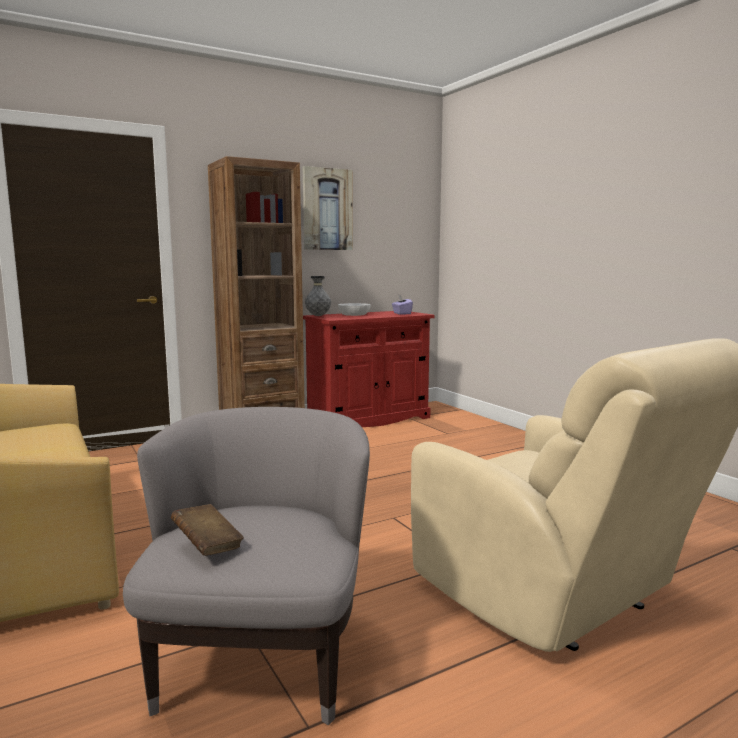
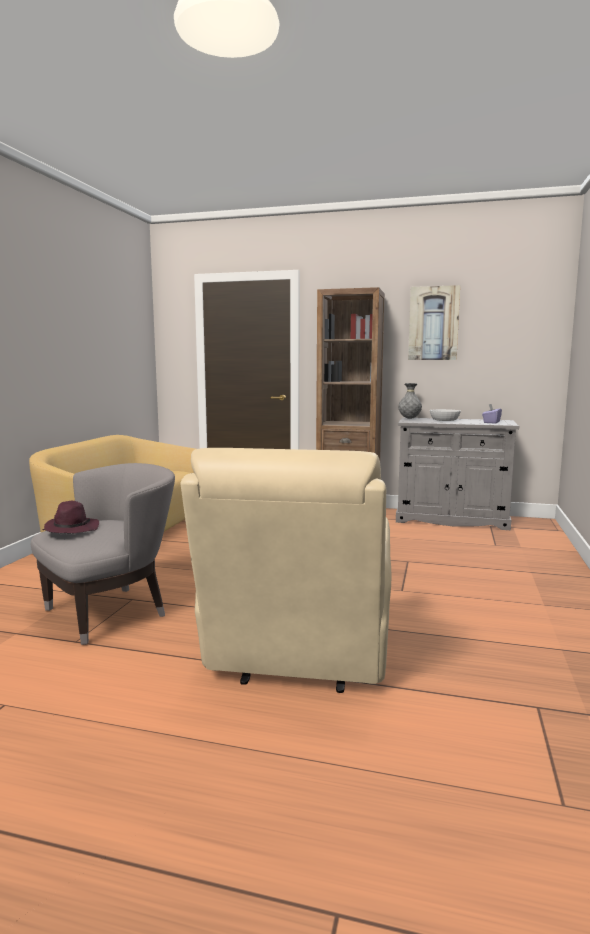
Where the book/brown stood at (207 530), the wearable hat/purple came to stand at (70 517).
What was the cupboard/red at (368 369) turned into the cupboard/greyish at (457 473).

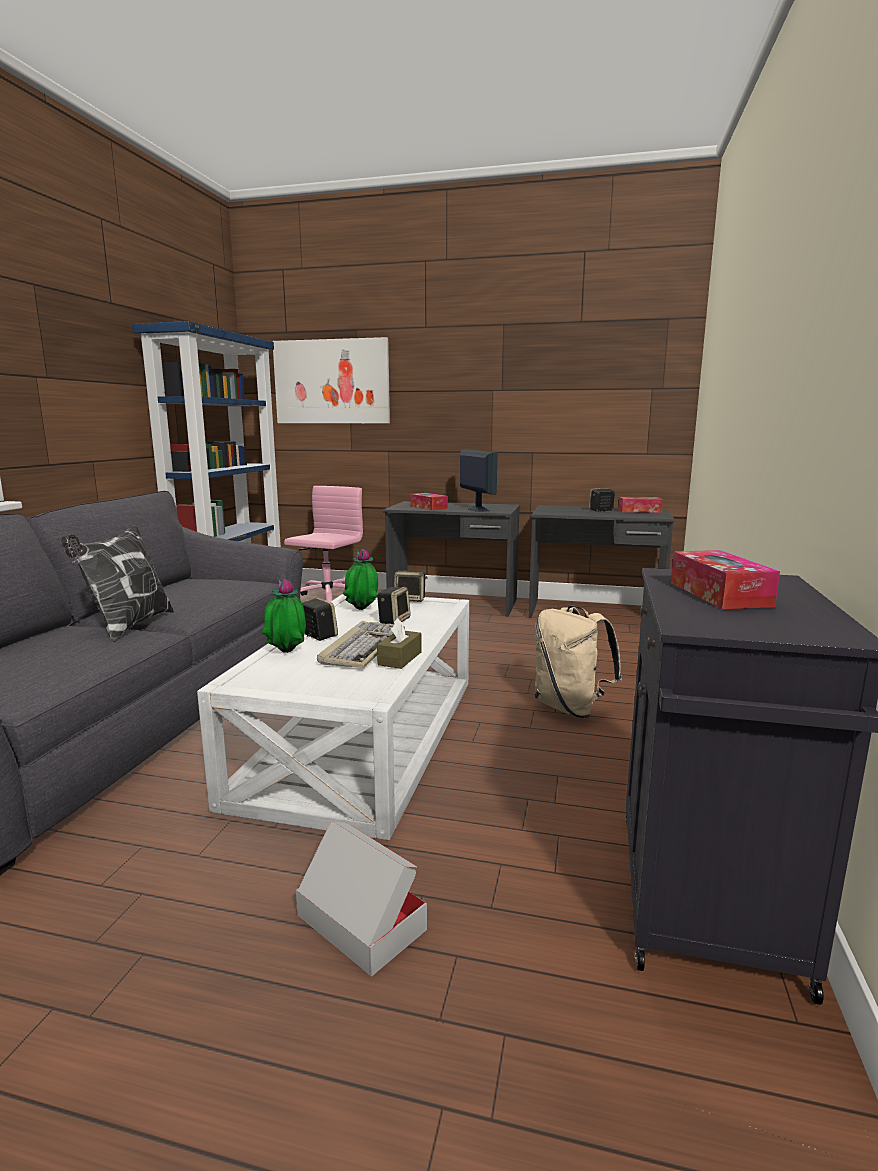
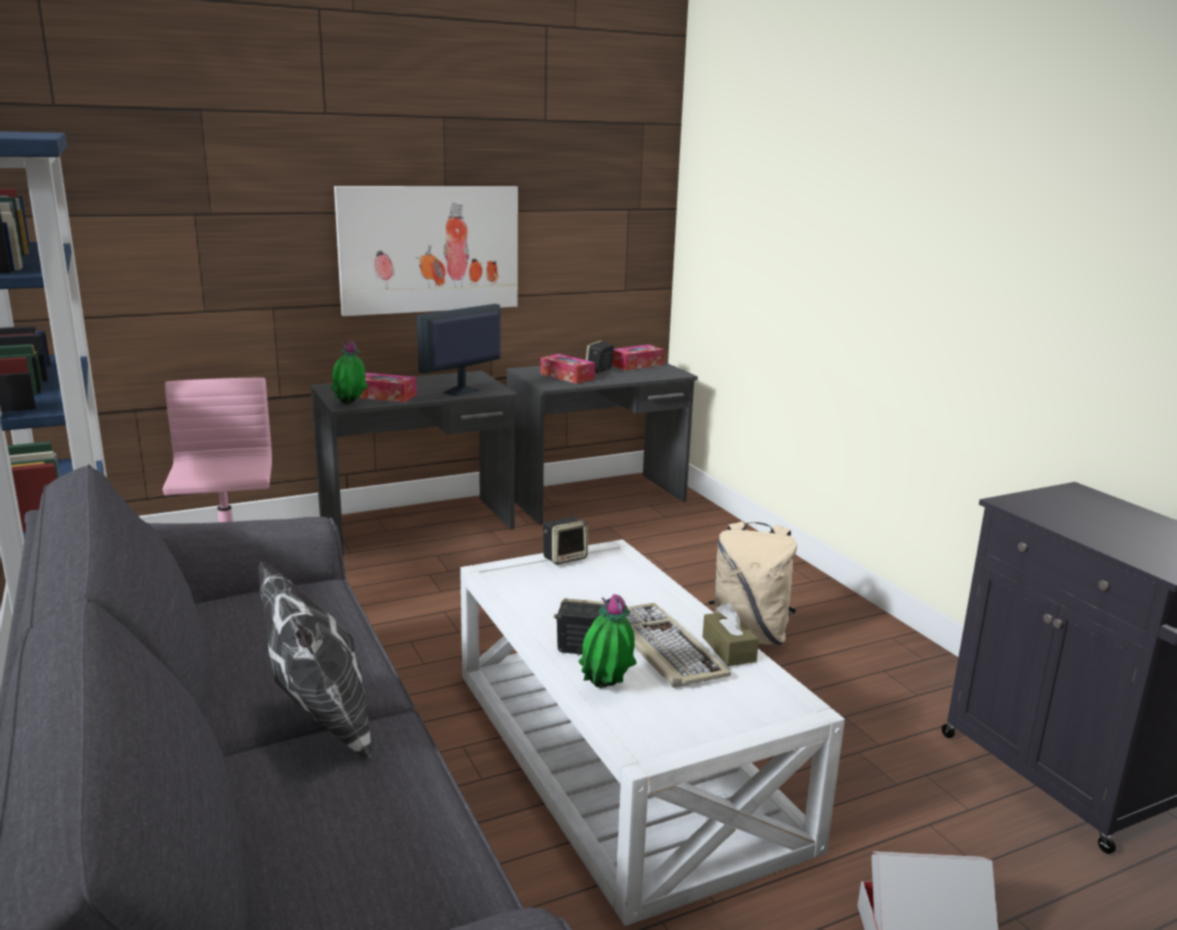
The second view lost the audio speaker at (394 605).
The wall picture ended up elsewhere, having gone from (331 380) to (426 251).
The plant in a pot ended up elsewhere, having gone from (360 579) to (349 372).
The box of tissues ended up elsewhere, having gone from (725 579) to (568 369).
The computer display at (479 480) ended up facing another way, 75 degrees counterclockwise from before.

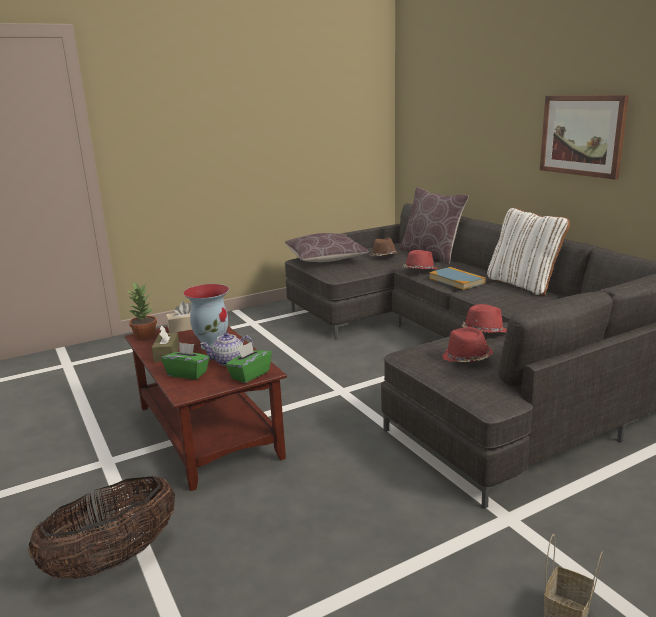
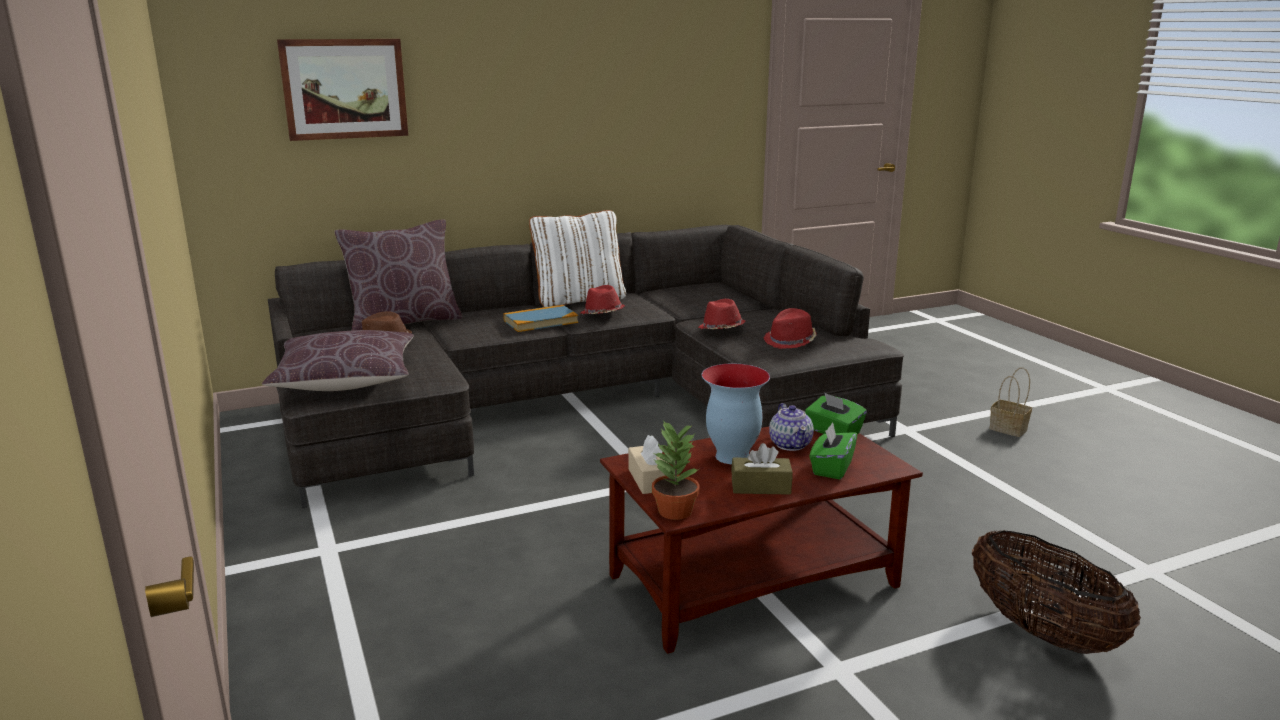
The wearable hat/red ended up elsewhere, having gone from (420 259) to (602 299).
The wall picture ended up elsewhere, having gone from (584 137) to (342 90).

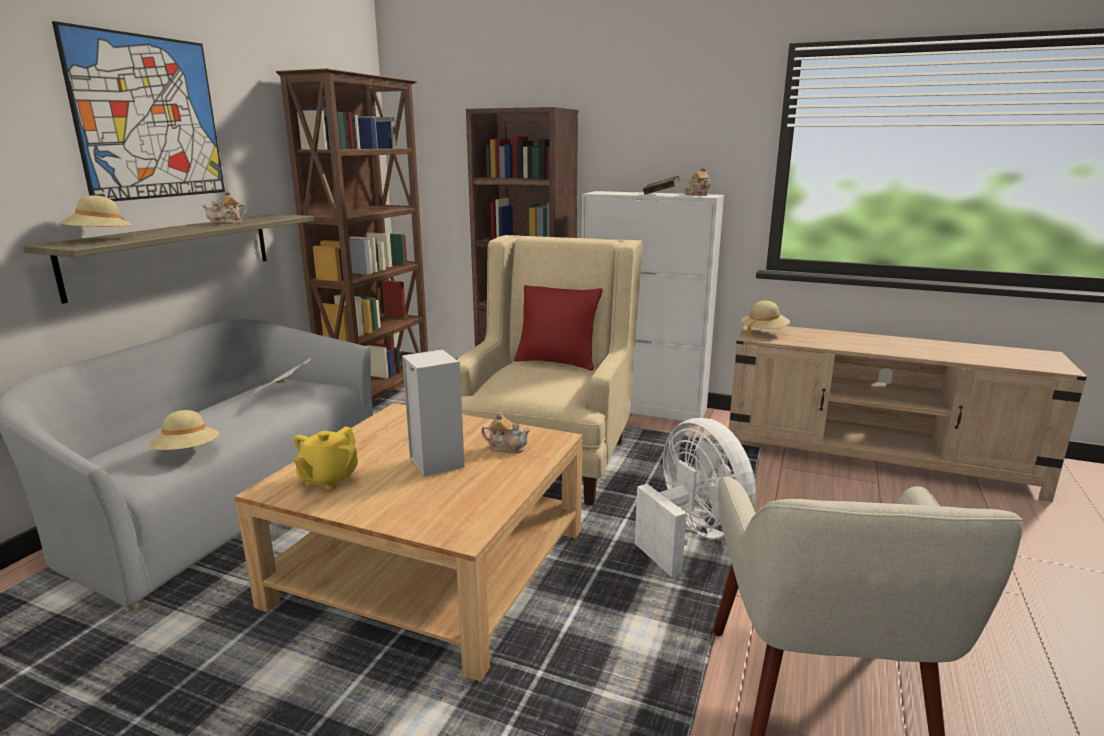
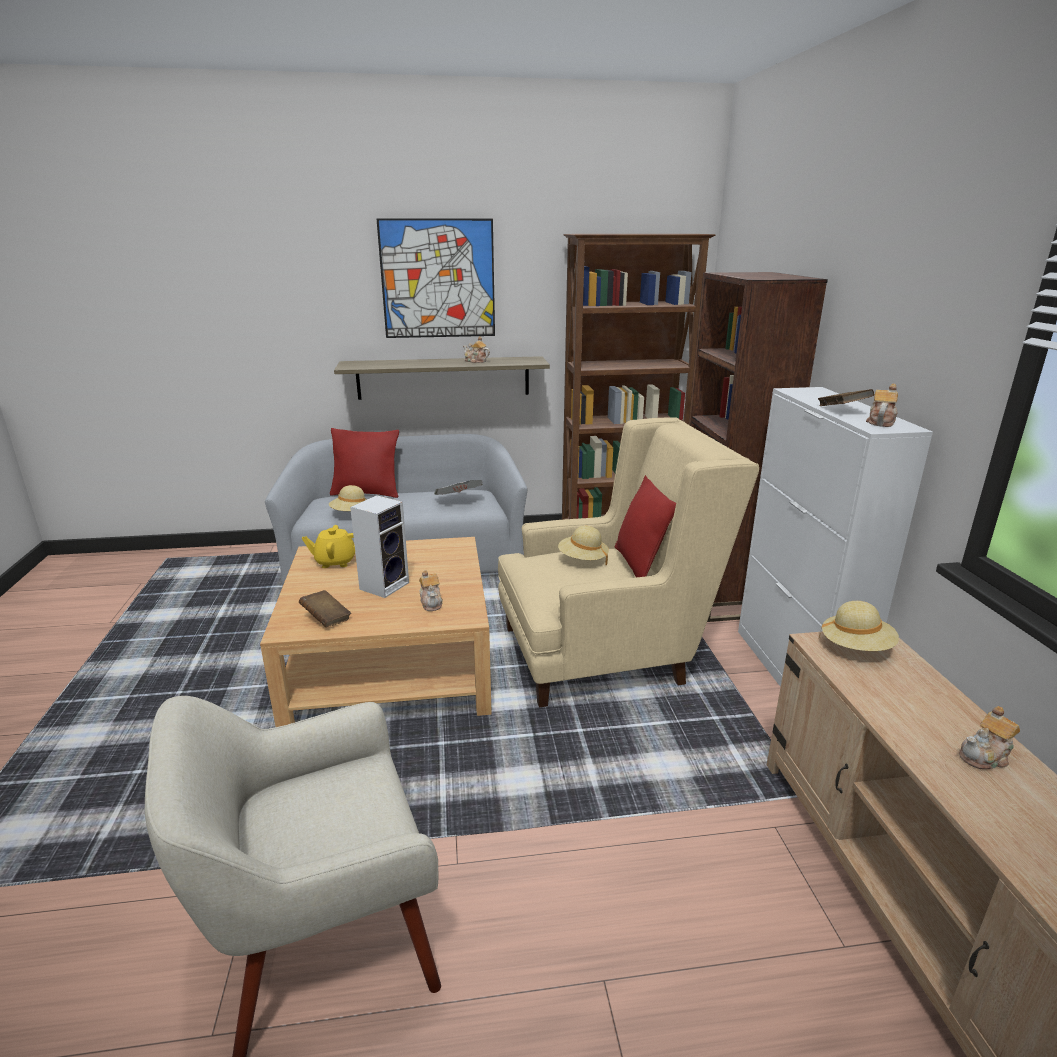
The second view lost the cooling fan/whitish at (695 497).
The second view gained the book/brown at (325 608).
The second view gained the throw pillow/red at (364 463).
The second view gained the teapot at (989 737).
The wearable hat/beige-coloured ended up elsewhere, having gone from (97 215) to (583 545).

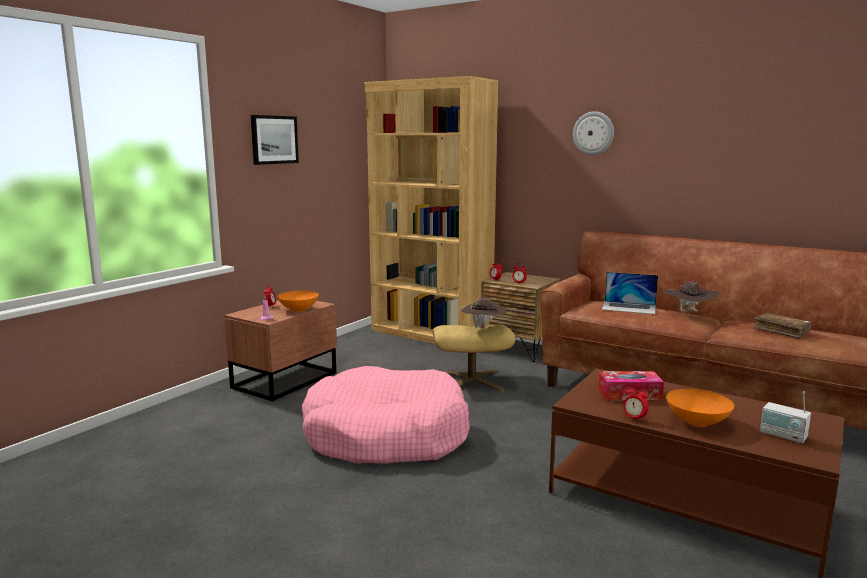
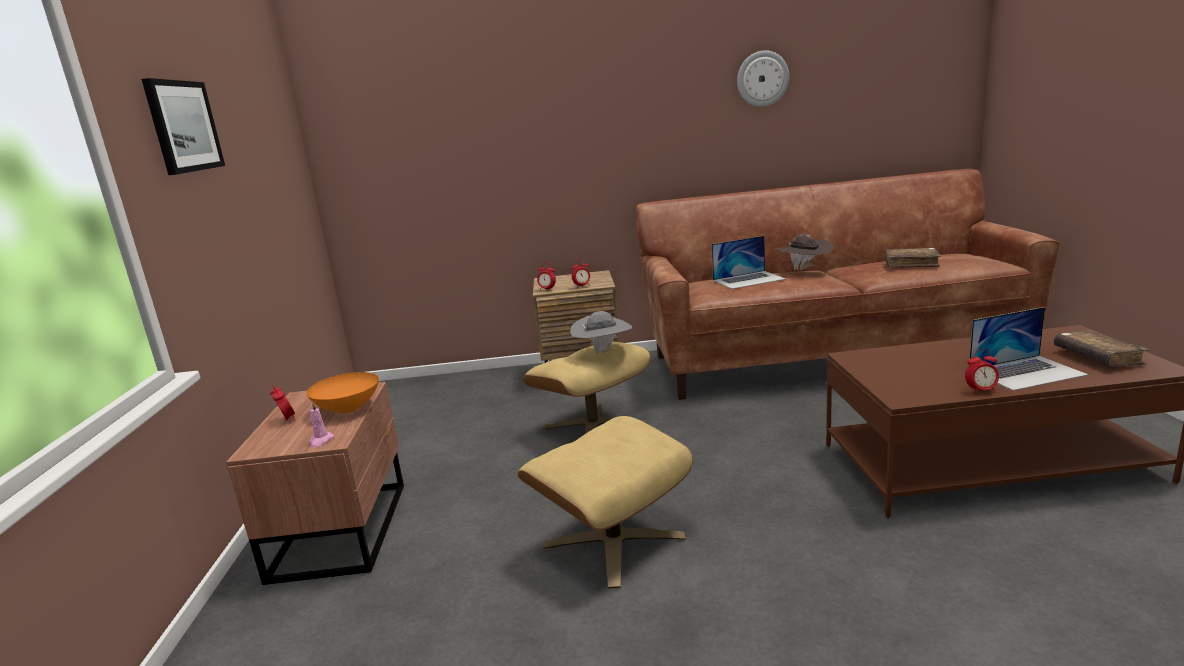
The second view lost the shelving unit/brown at (431 210).
The second view lost the box of tissues at (631 386).
The clock on the wall ended up elsewhere, having gone from (593 133) to (763 78).
Where the dog bed/pinkish stood at (386 415), the footrest/beige-coloured came to stand at (605 502).
Where the deep dish/orangey stood at (700 408), the portable computer came to stand at (1028 349).
Where the radio receiver stood at (785 418), the book/brown came to stand at (1101 348).
What was the wearable hat/brown at (483 313) turned into the wearable hat/greyish at (601 333).

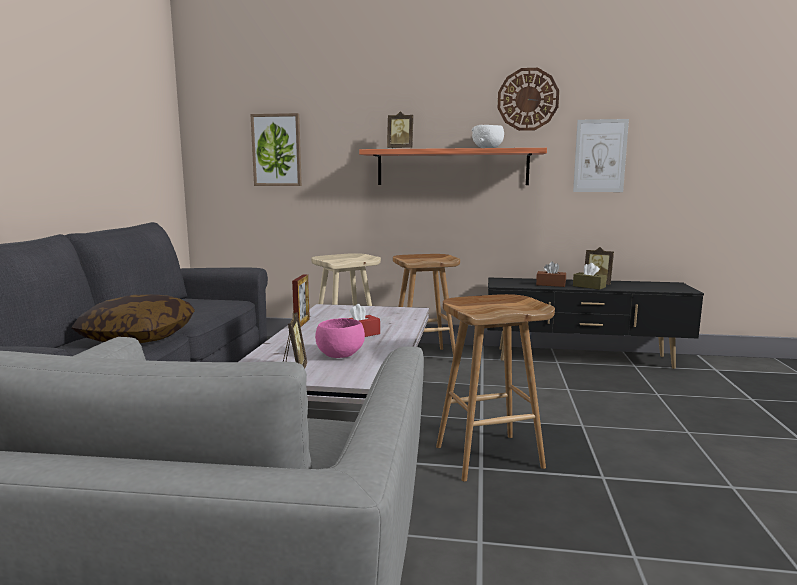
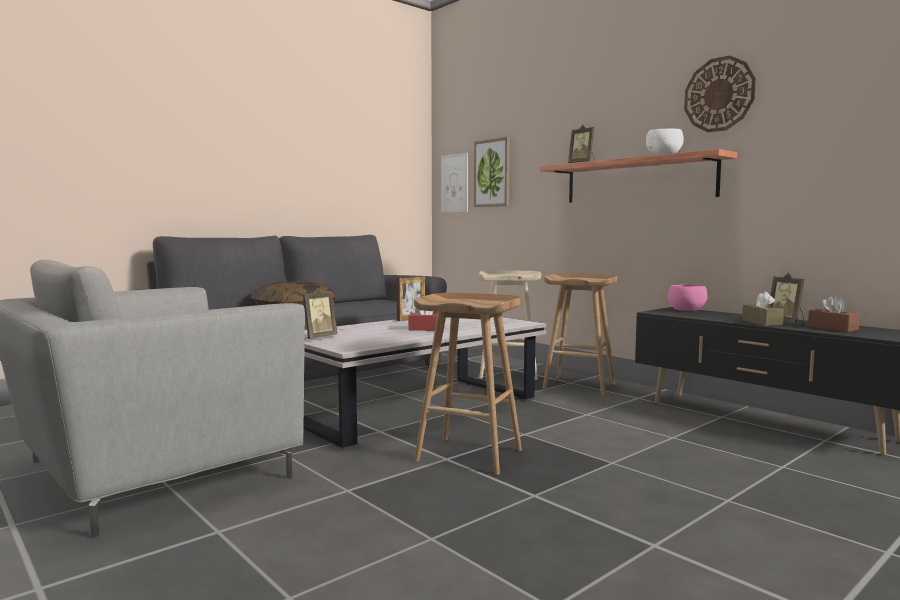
The deep dish/pinkish ended up elsewhere, having gone from (340 338) to (687 297).
The box of tissues/brown ended up elsewhere, having gone from (551 274) to (834 313).
The wall picture ended up elsewhere, having gone from (601 155) to (454 182).

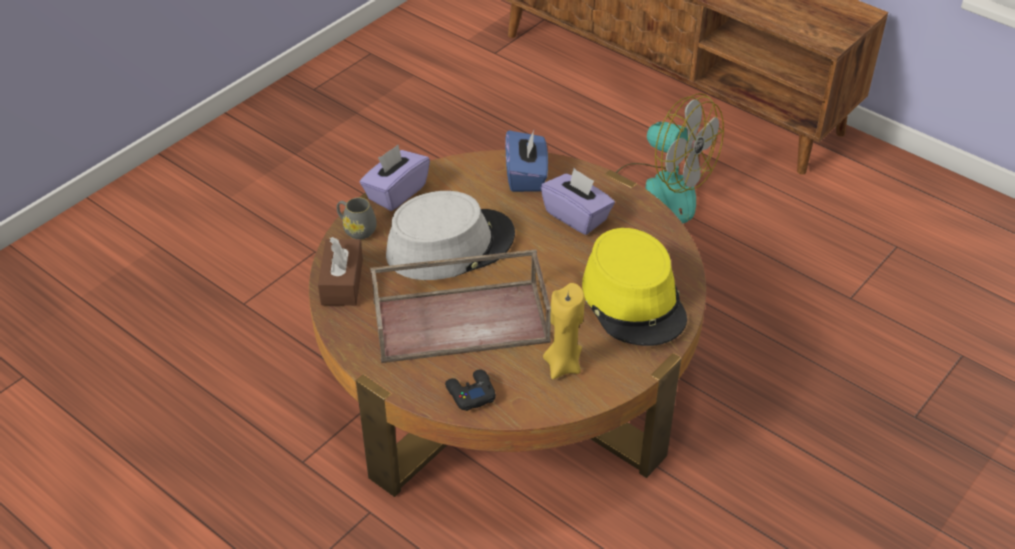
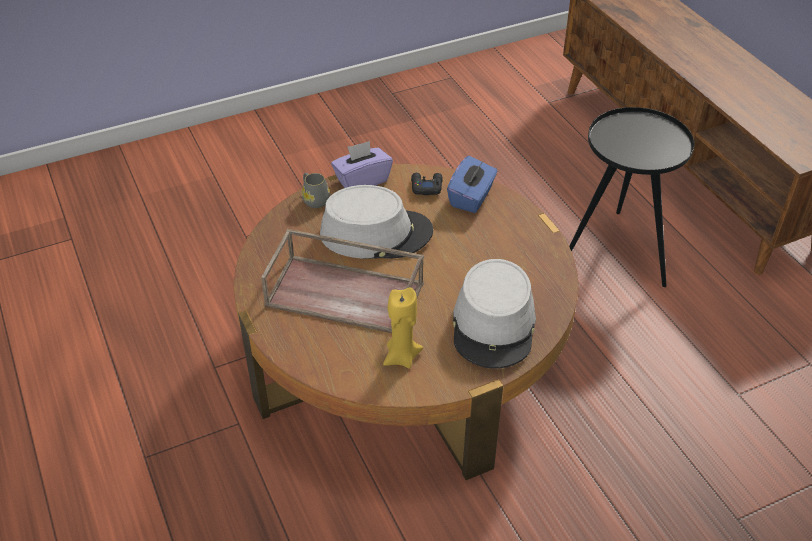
The second view lost the box of tissues/brown at (340 271).
The second view lost the box of tissues/purple at (578 201).
The game controller/black ended up elsewhere, having gone from (470 390) to (427 184).
Where the cooling fan stood at (669 158), the end table/black came to stand at (631 197).
What was the wearable hat/yellowish at (634 287) turned into the wearable hat/greyish at (494 313).

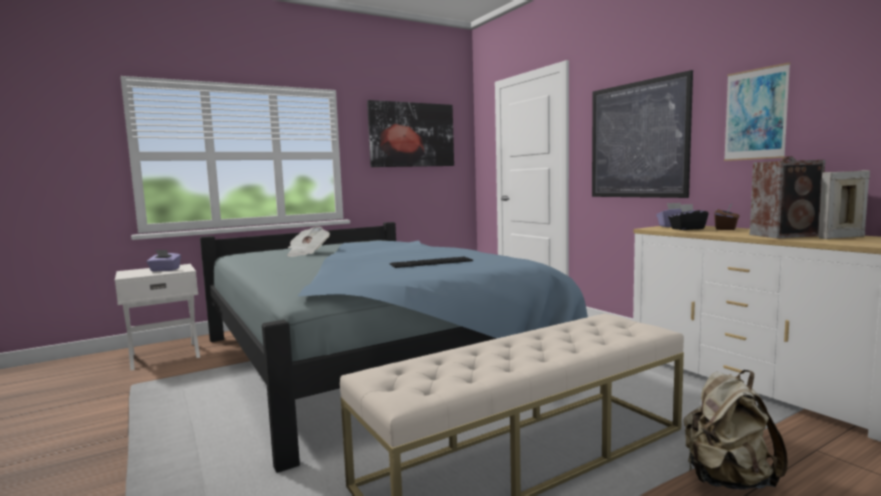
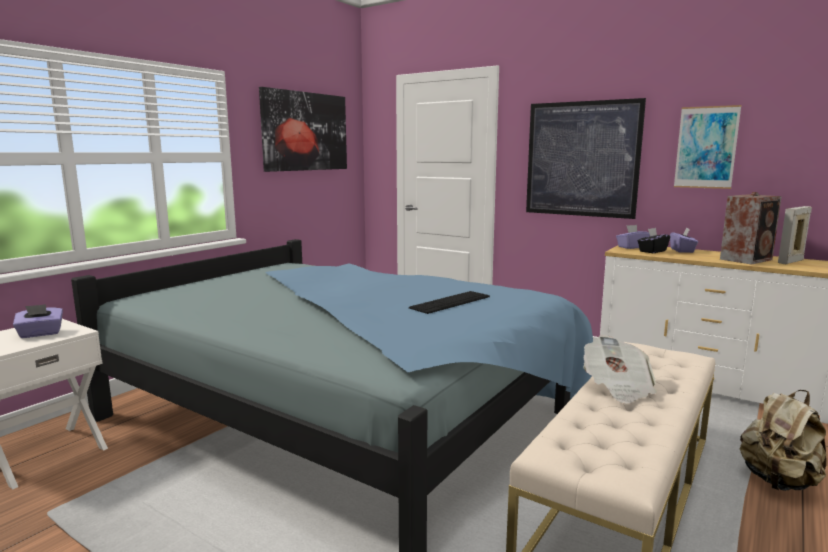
The printed paper ended up elsewhere, having gone from (308 242) to (620 370).
What was the box of tissues/brown at (727 217) turned into the box of tissues/purple at (684 240).

